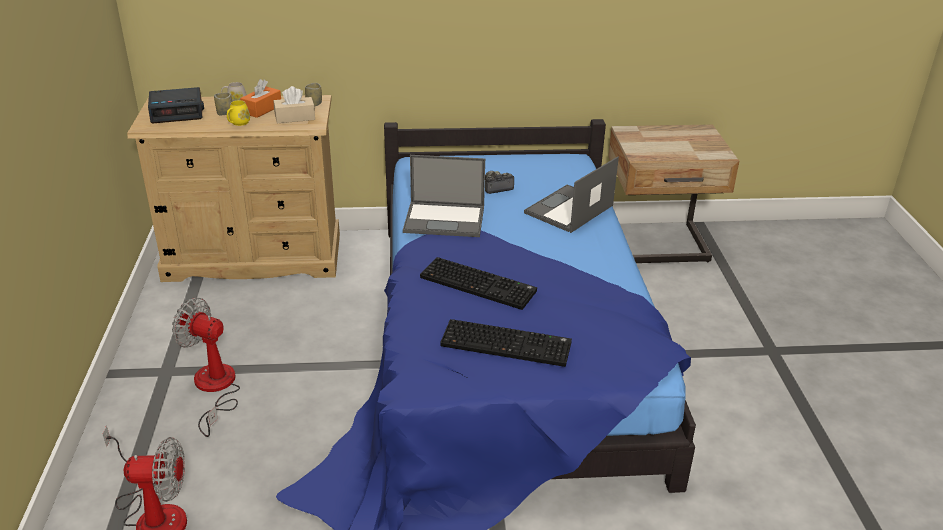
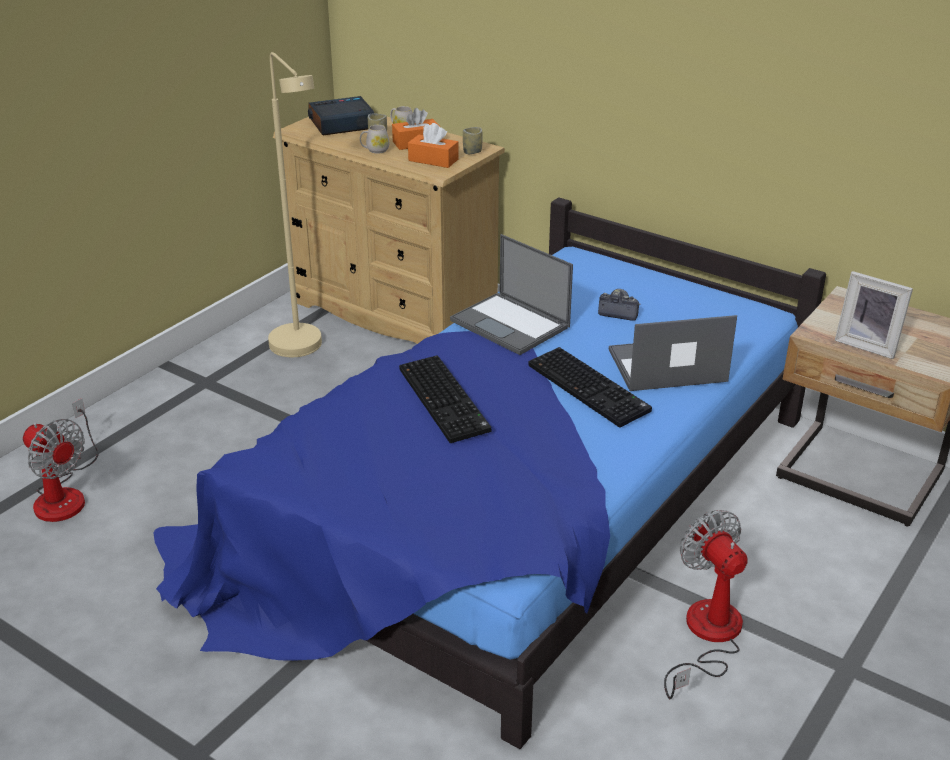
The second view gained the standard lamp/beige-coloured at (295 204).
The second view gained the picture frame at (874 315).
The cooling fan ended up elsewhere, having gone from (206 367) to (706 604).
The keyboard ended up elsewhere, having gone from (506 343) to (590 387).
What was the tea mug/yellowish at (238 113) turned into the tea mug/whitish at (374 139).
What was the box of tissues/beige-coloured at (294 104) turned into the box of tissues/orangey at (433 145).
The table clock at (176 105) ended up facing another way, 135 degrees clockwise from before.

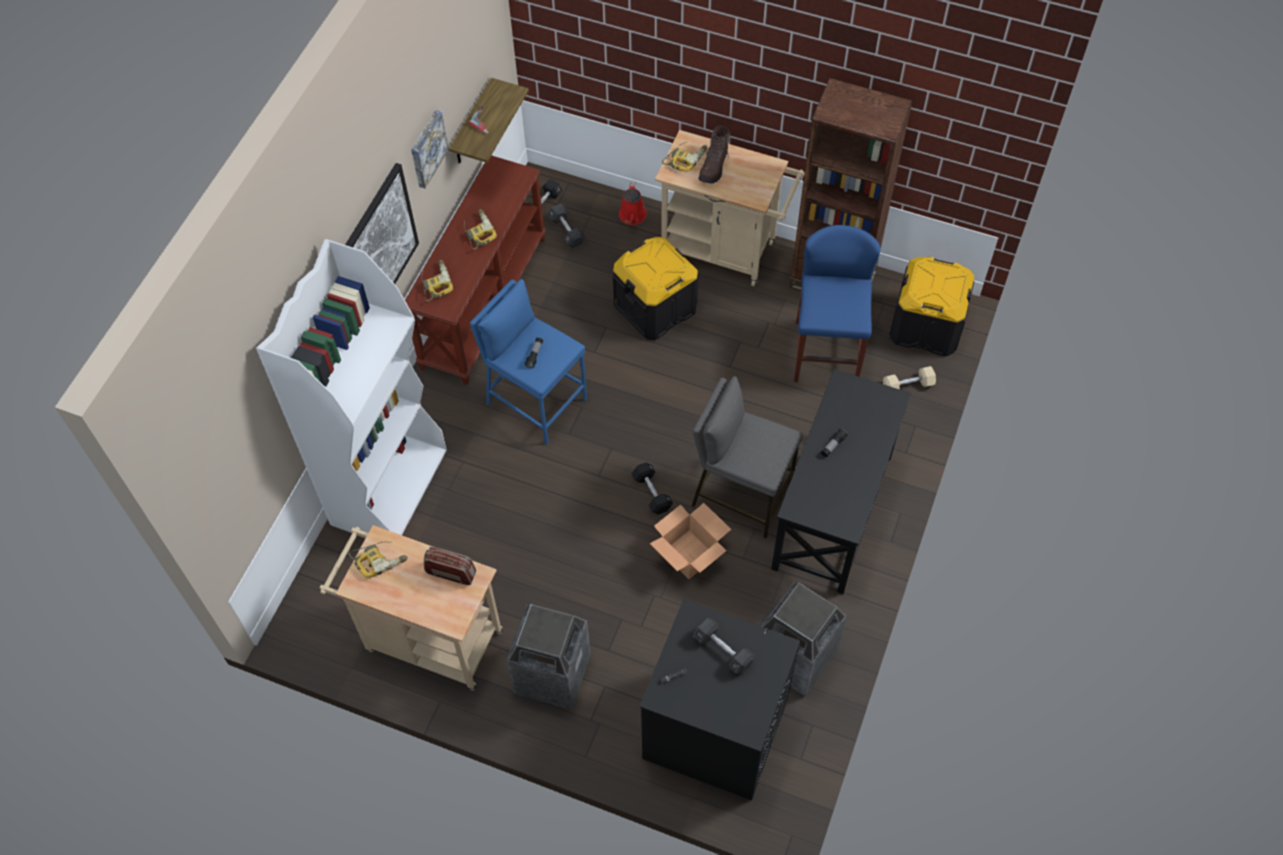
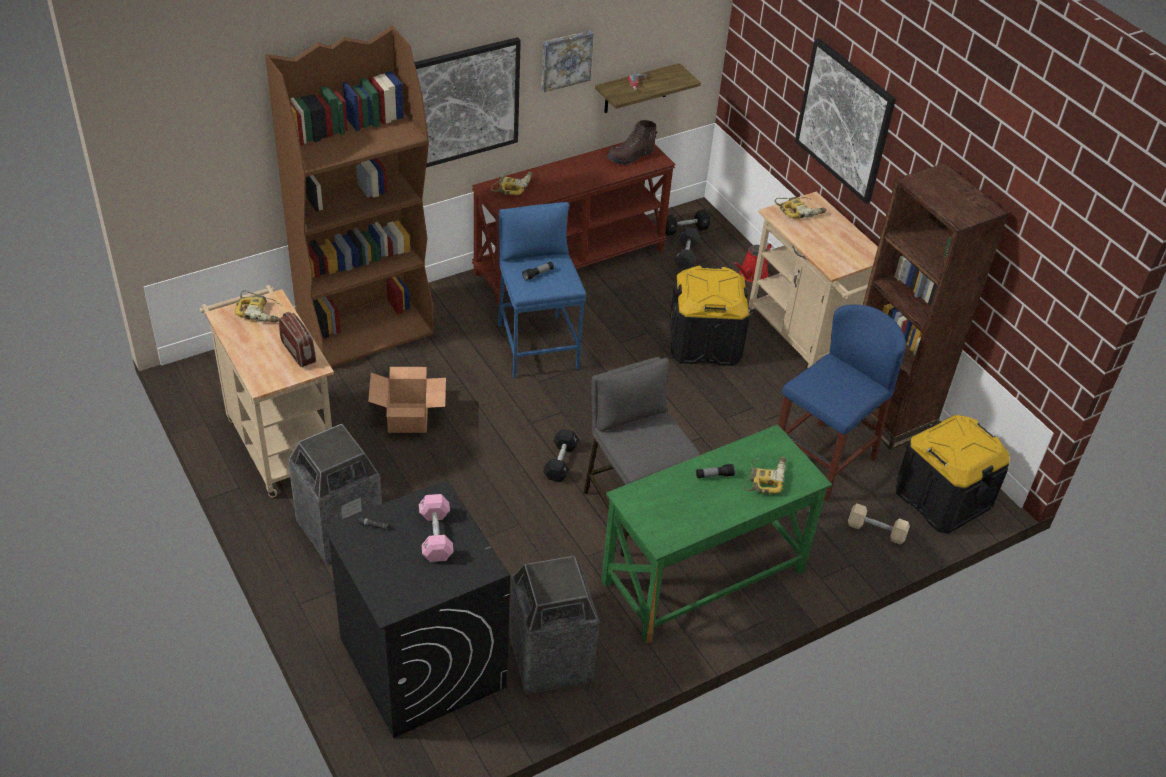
The second view gained the wall picture at (845 121).
The power drill ended up elsewhere, having gone from (480 229) to (765 475).
The packing box ended up elsewhere, having gone from (690 541) to (407 400).
The boot/brown ended up elsewhere, having gone from (715 155) to (632 142).
What was the shelving unit/whitish at (351 387) turned into the shelving unit/brown at (349 197).
What was the dumbbell/black at (724 646) turned into the dumbbell/pinkish at (436 528).
What was the desk unit/black at (841 481) turned into the desk unit/greenish at (716 534).

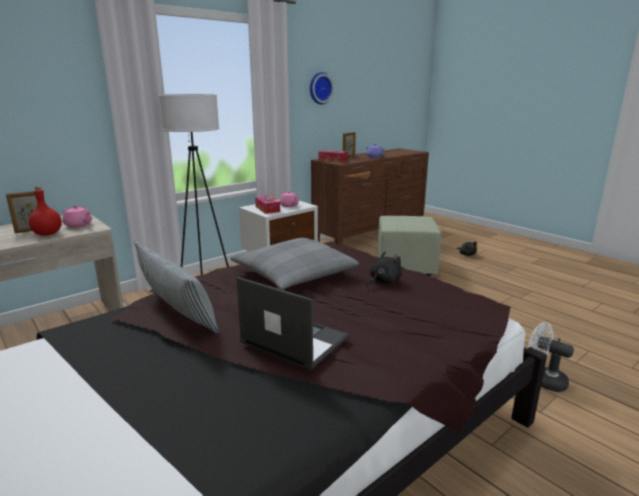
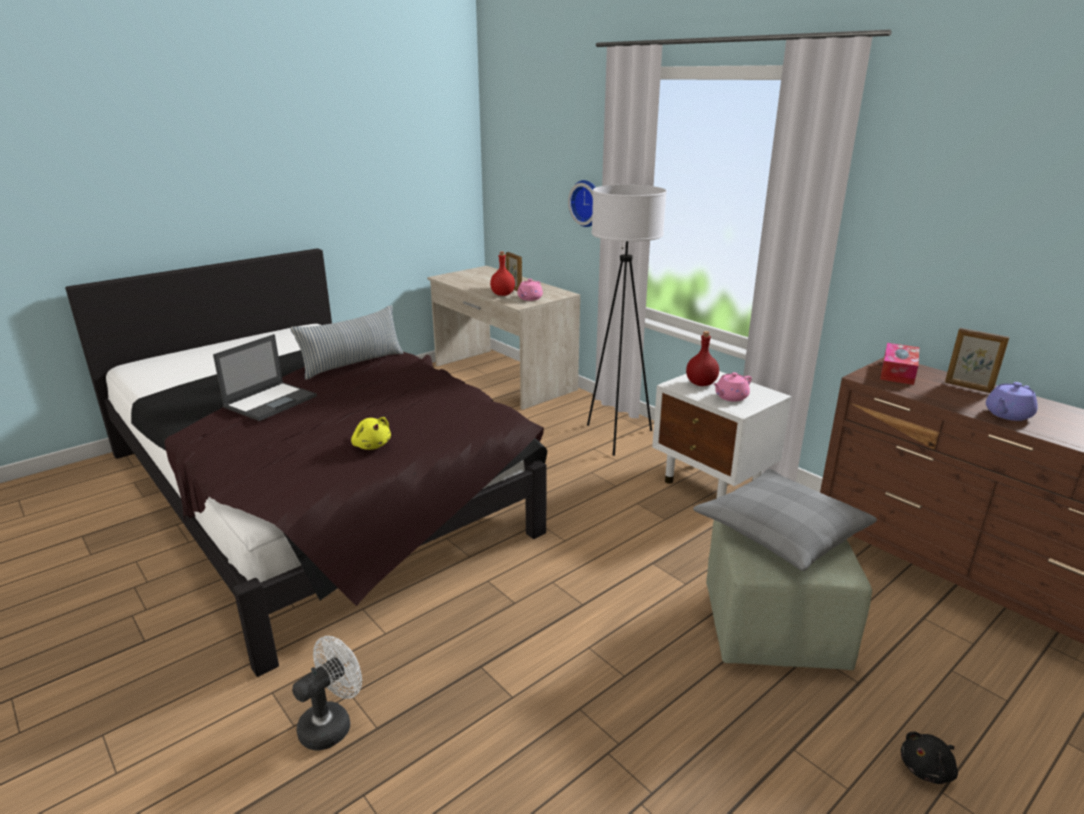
The throw pillow/greyish ended up elsewhere, having gone from (294 264) to (785 520).
The clock on the wall ended up elsewhere, having gone from (322 88) to (582 203).
Where the box of tissues stood at (267 205), the bottle/red came to stand at (702 358).
What was the cuddly toy/black at (384 269) turned into the cuddly toy/yellowish at (371 433).

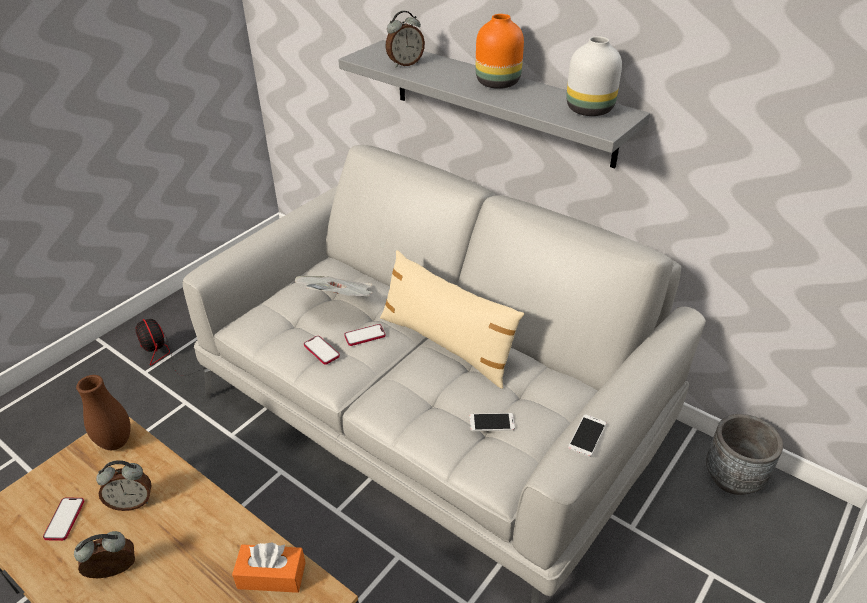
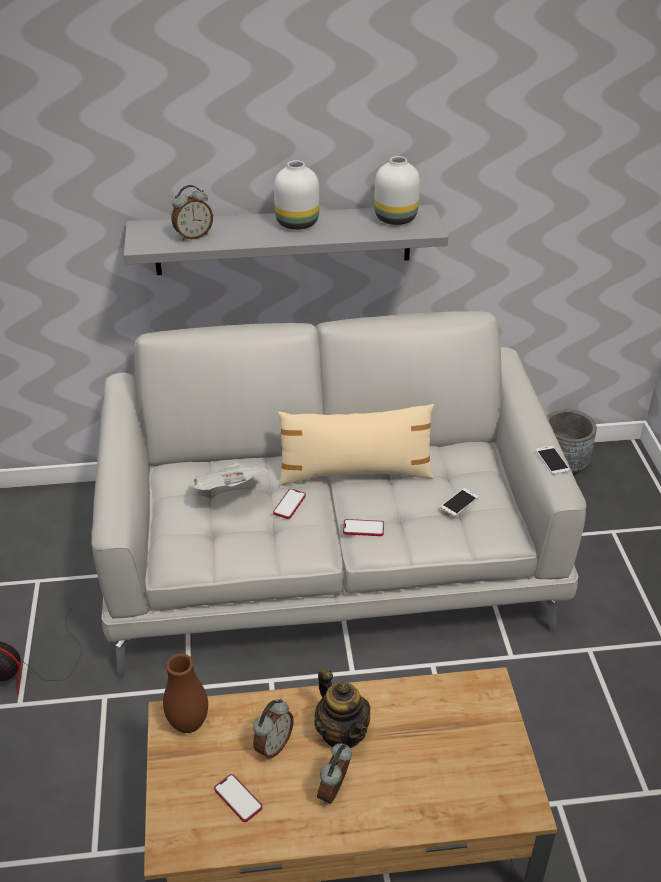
The second view lost the box of tissues/orangey at (269 567).
The second view gained the teapot at (342 707).
The phone ended up elsewhere, having gone from (322 350) to (363 527).
What was the decorative vase/orangey at (500 51) turned into the decorative vase/whitish at (296 195).
The table clock at (405 39) ended up facing another way, 45 degrees clockwise from before.

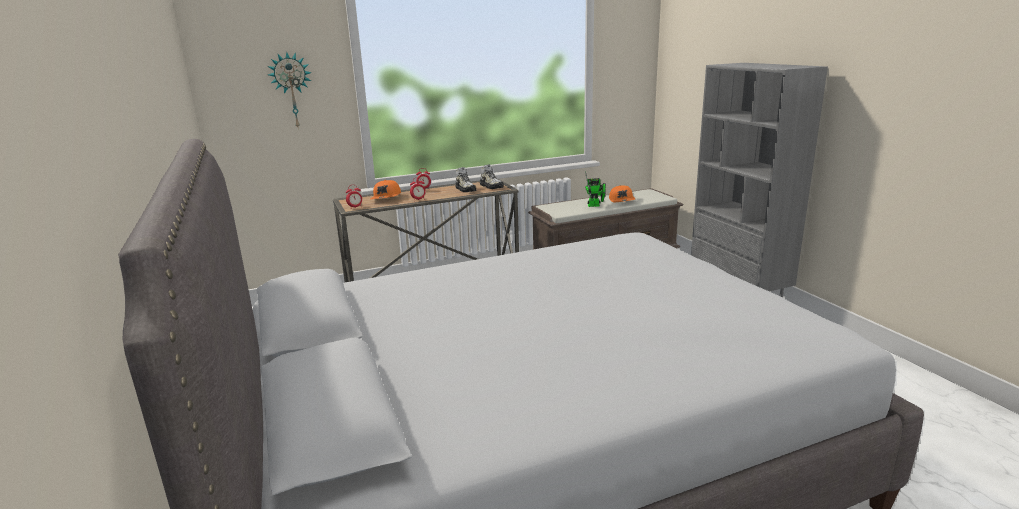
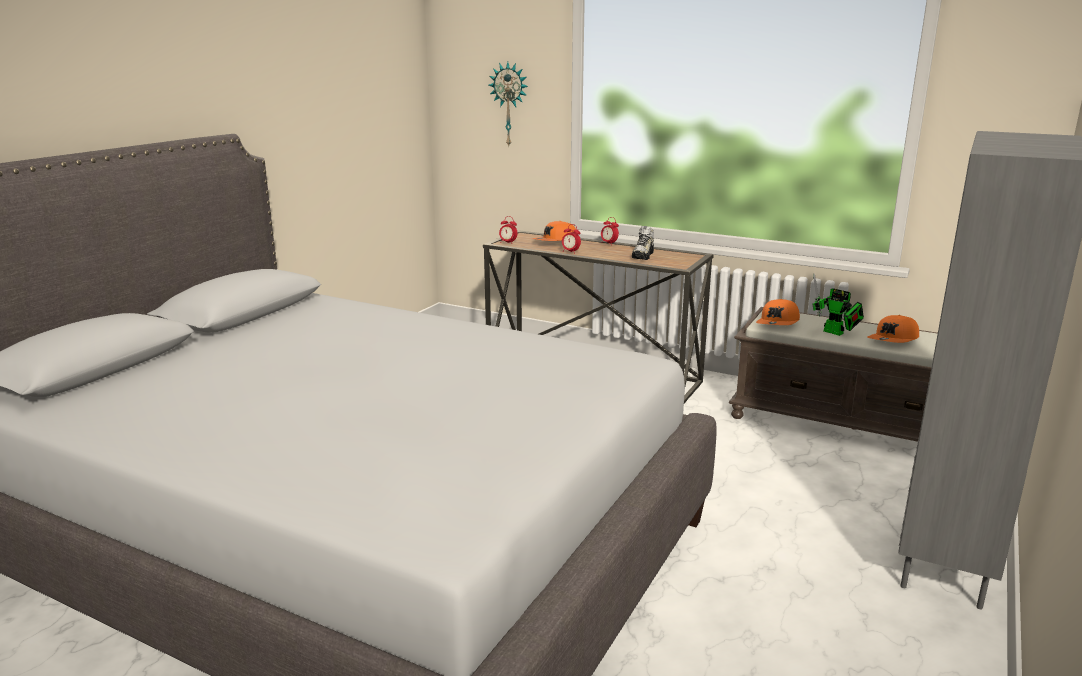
The second view lost the low shoe at (492 176).
The second view gained the peaked cap/orangey at (778 312).

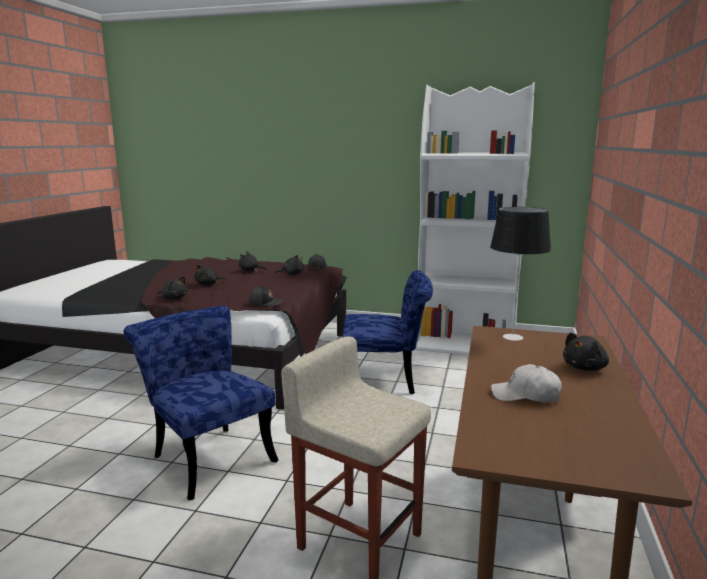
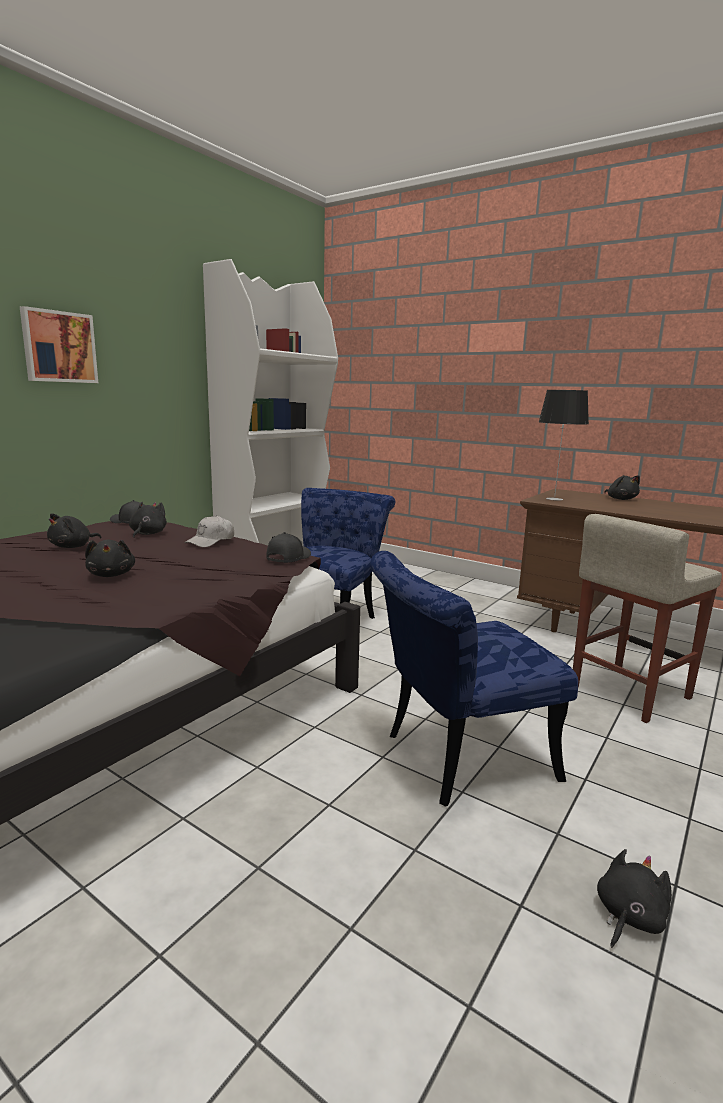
The second view gained the wall picture at (59 344).
The cuddly toy/black ended up elsewhere, having gone from (172 288) to (634 898).
The peaked cap/whitish ended up elsewhere, having gone from (526 383) to (209 531).

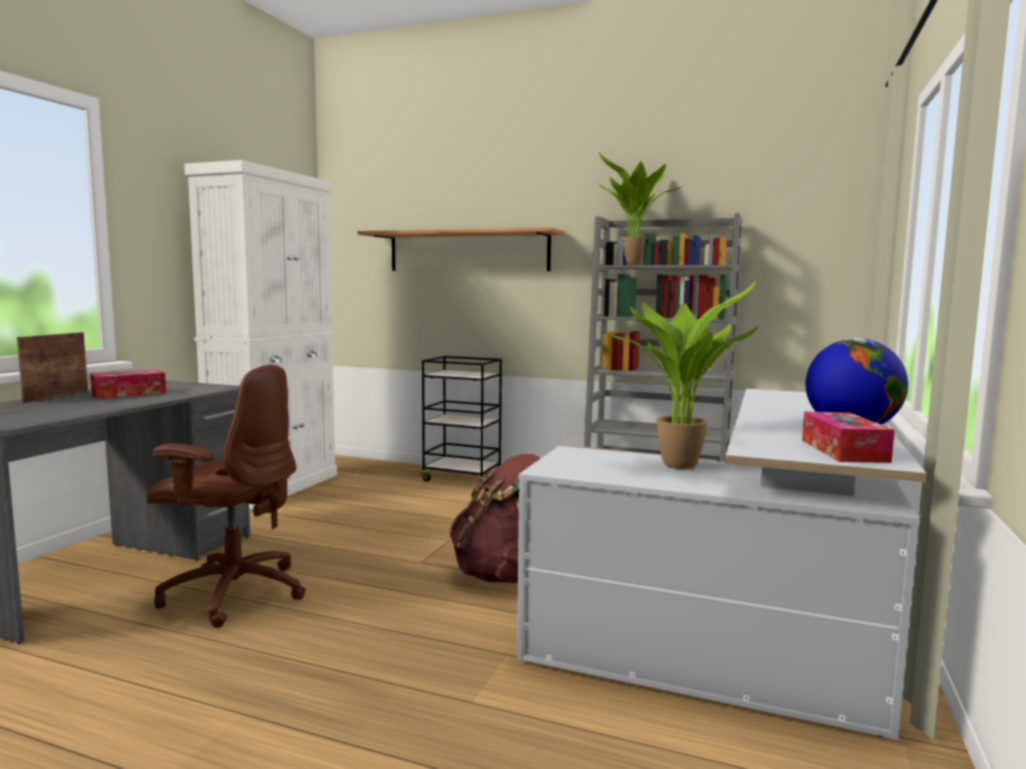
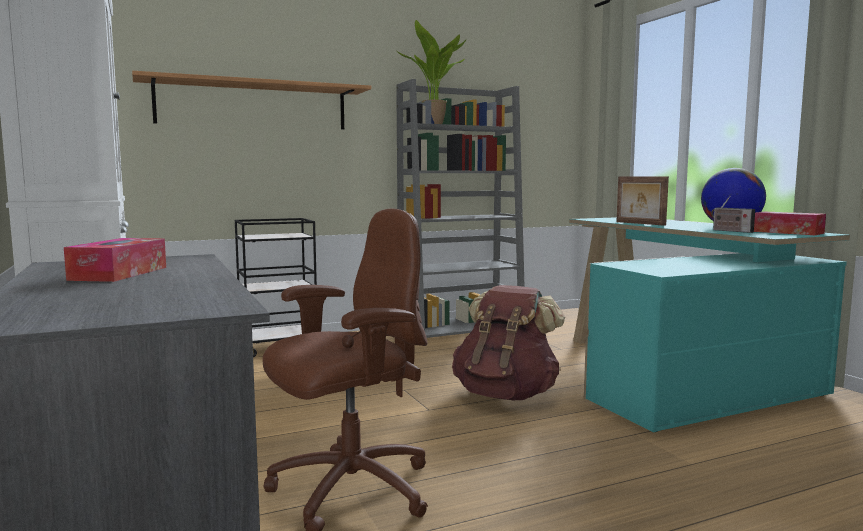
The second view lost the plant in a pot at (680 375).
The second view gained the radio receiver at (733 214).
The picture frame ended up elsewhere, having gone from (52 367) to (643 201).
What was the desk unit/whitish at (722 564) turned into the desk unit/turquoise-coloured at (709 324).

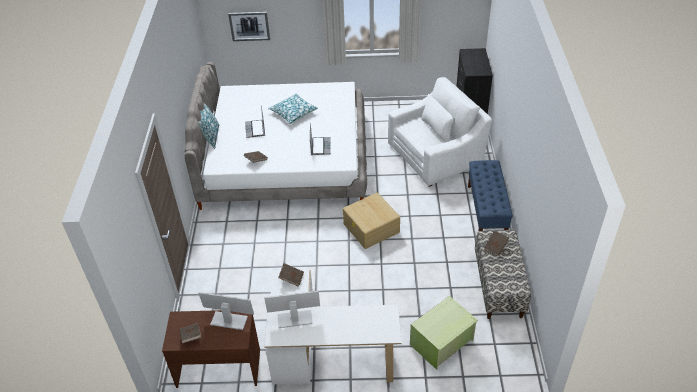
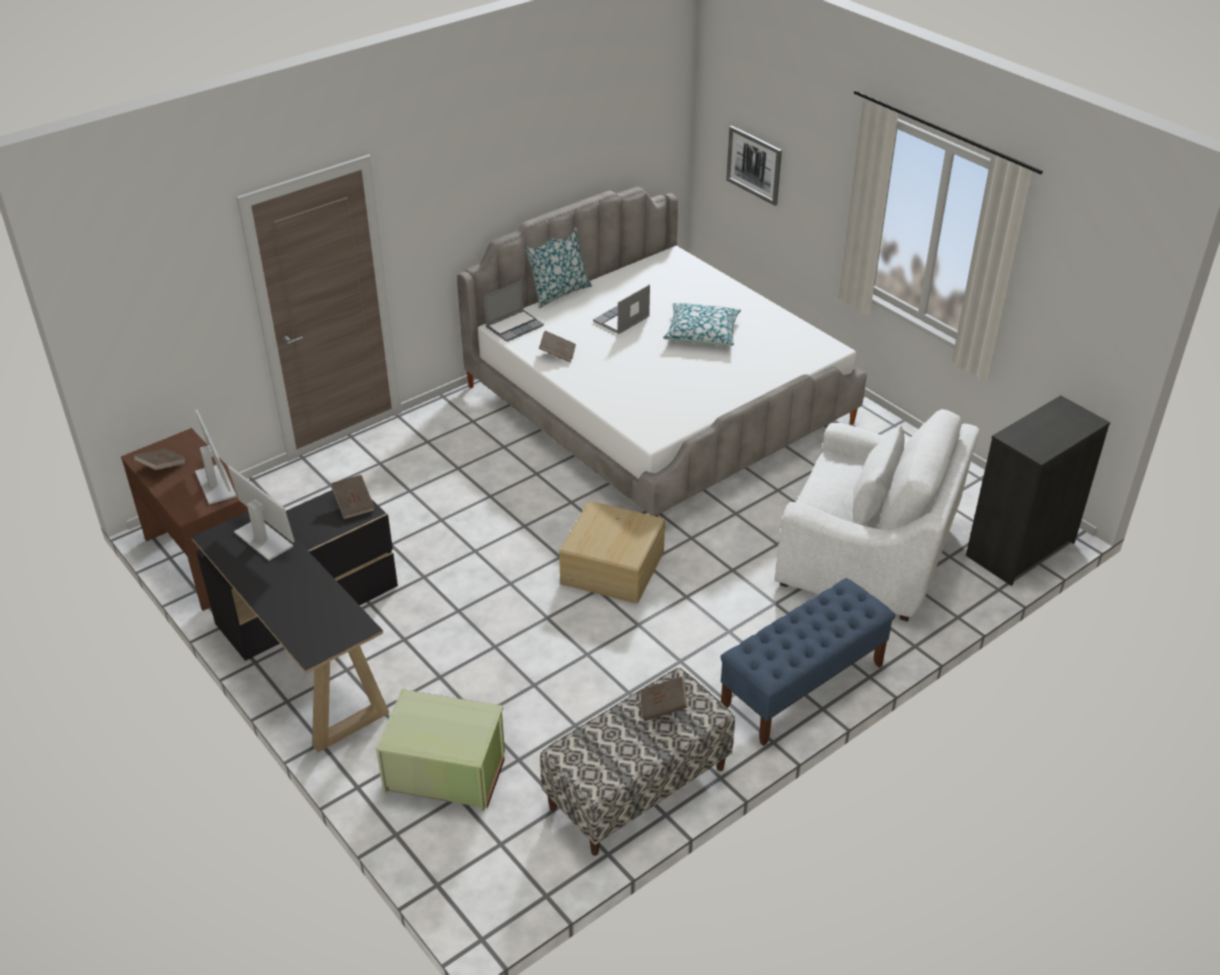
The portable computer ended up elsewhere, having gone from (320 139) to (514 311).
What was the desk unit/whitish at (332 327) turned into the desk unit/black at (295 621).

